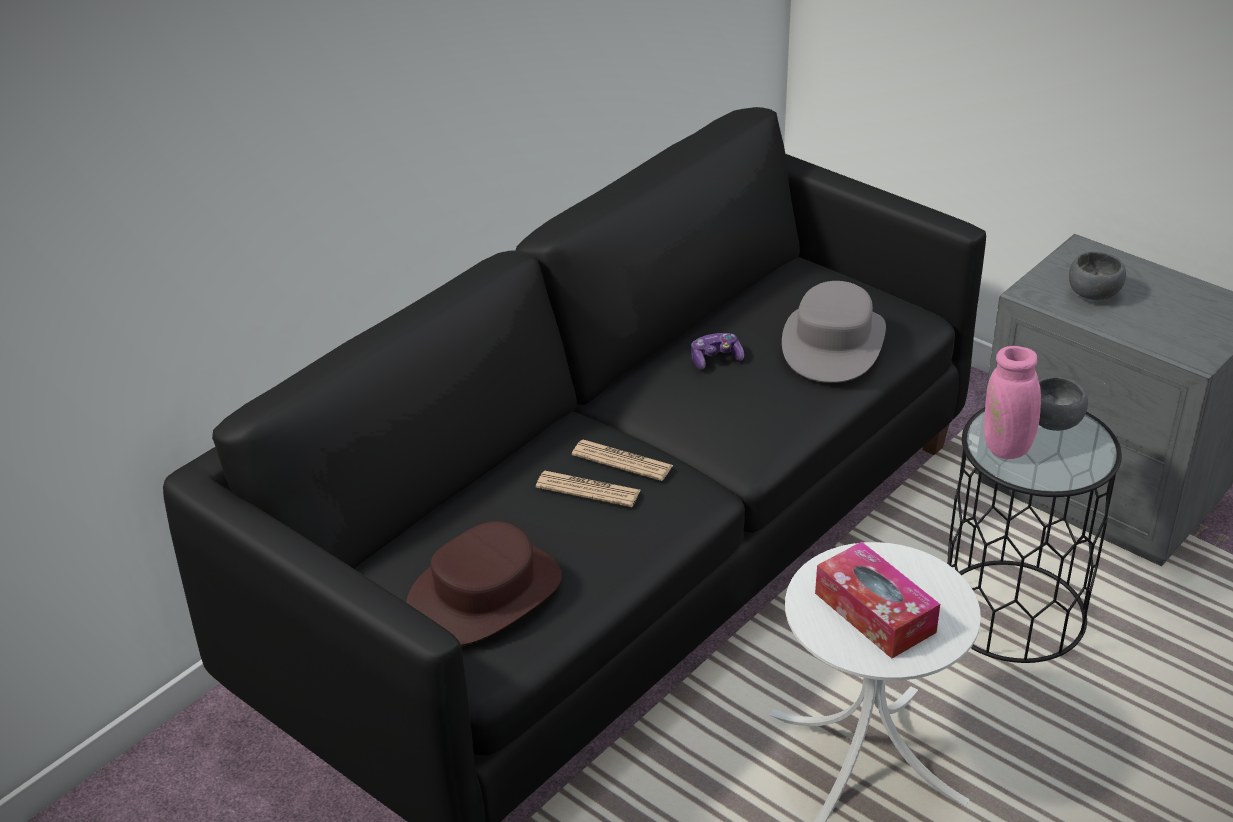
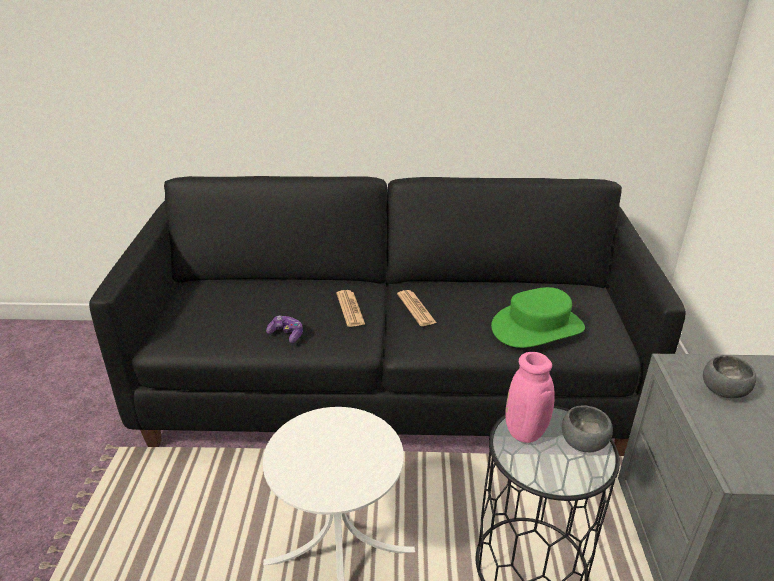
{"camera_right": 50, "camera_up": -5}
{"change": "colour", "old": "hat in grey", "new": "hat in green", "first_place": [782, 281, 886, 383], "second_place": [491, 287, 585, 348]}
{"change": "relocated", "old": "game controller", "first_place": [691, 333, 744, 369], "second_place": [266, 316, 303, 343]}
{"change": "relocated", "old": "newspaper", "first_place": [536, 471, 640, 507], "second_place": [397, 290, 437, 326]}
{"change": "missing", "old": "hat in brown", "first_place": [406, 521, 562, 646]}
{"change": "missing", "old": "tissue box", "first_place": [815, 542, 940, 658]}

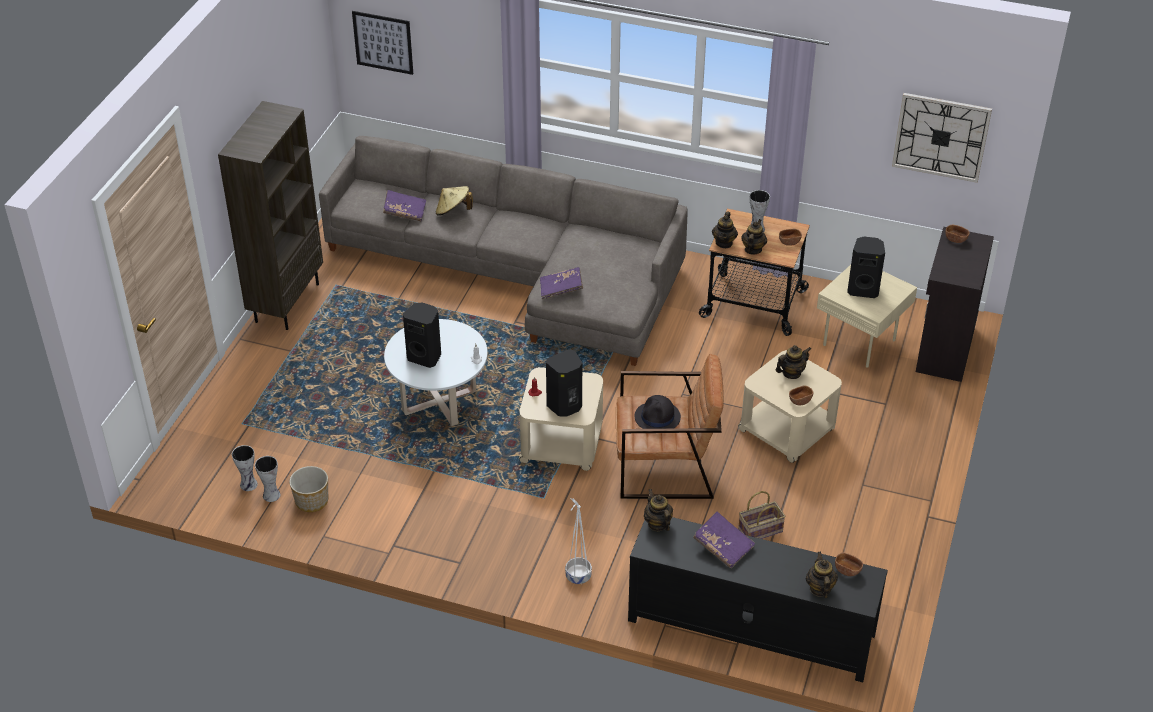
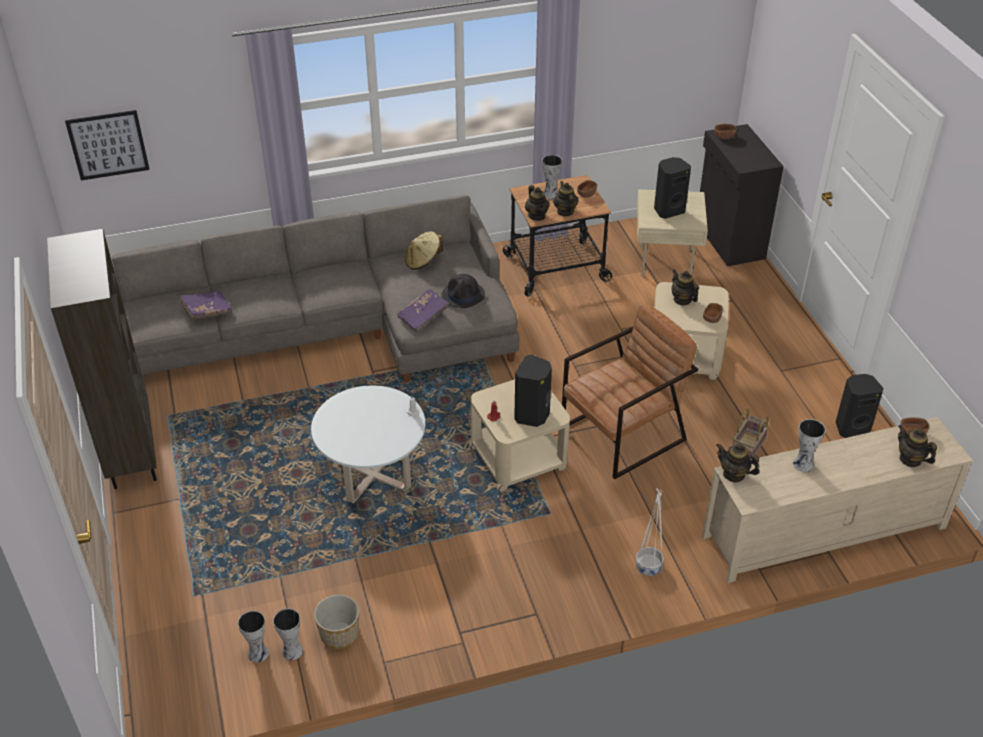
{"camera_right": -35, "camera_up": 0}
{"change": "missing", "old": "wall clock", "first_place": [892, 93, 992, 183]}
{"change": "relocated", "old": "hat in beige", "first_place": [436, 186, 473, 216], "second_place": [405, 231, 443, 270]}
{"change": "relocated", "old": "speaker in black", "first_place": [403, 303, 441, 368], "second_place": [836, 374, 884, 438]}
{"change": "spun", "old": "teapot", "first_place": [776, 345, 811, 379], "second_place": [672, 269, 699, 305], "degrees": -60}
{"change": "relocated", "old": "hat in black", "first_place": [635, 395, 681, 429], "second_place": [442, 274, 485, 308]}
{"change": "exchanged", "old": "book in purple", "new": "vase", "first_place": [693, 512, 755, 568], "second_place": [793, 419, 826, 472]}
{"change": "colour", "old": "tv stand in black", "new": "tv stand in beige", "first_place": [628, 517, 888, 682], "second_place": [702, 417, 973, 583]}

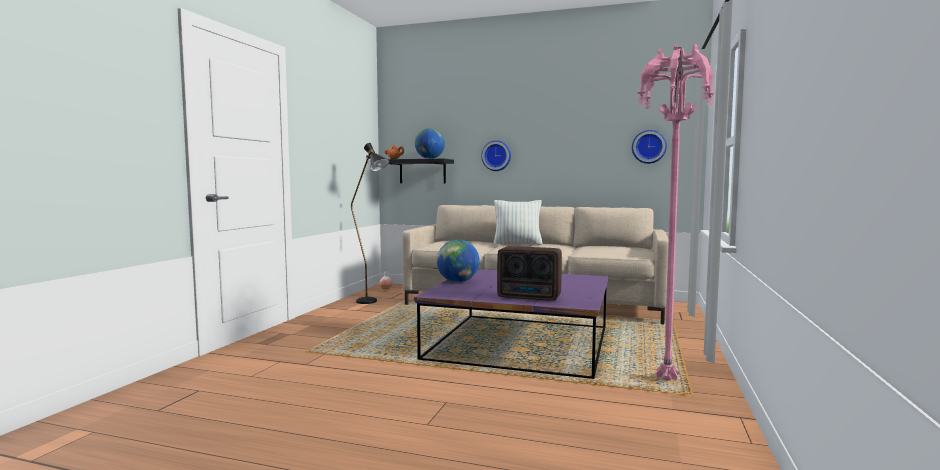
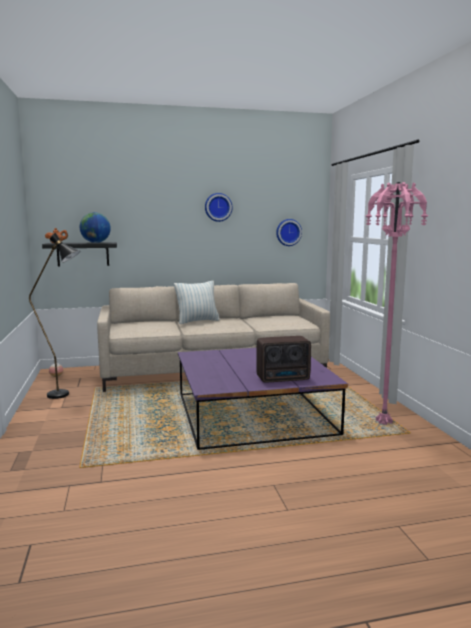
{"camera_right": -30, "camera_up": 5}
{"change": "relocated", "old": "wall clock", "first_place": [481, 140, 511, 171], "second_place": [205, 193, 233, 222]}
{"change": "missing", "old": "globe", "first_place": [437, 240, 479, 283]}

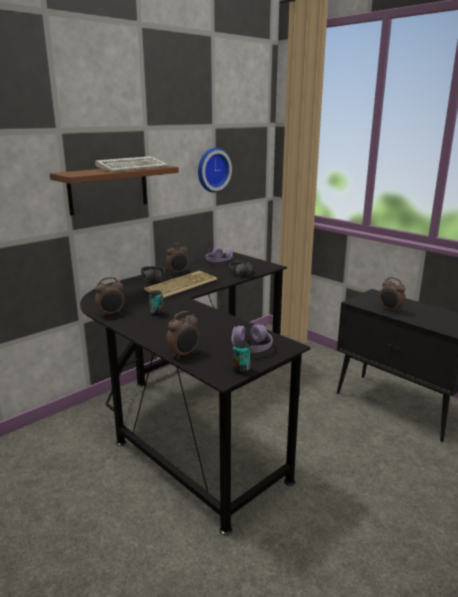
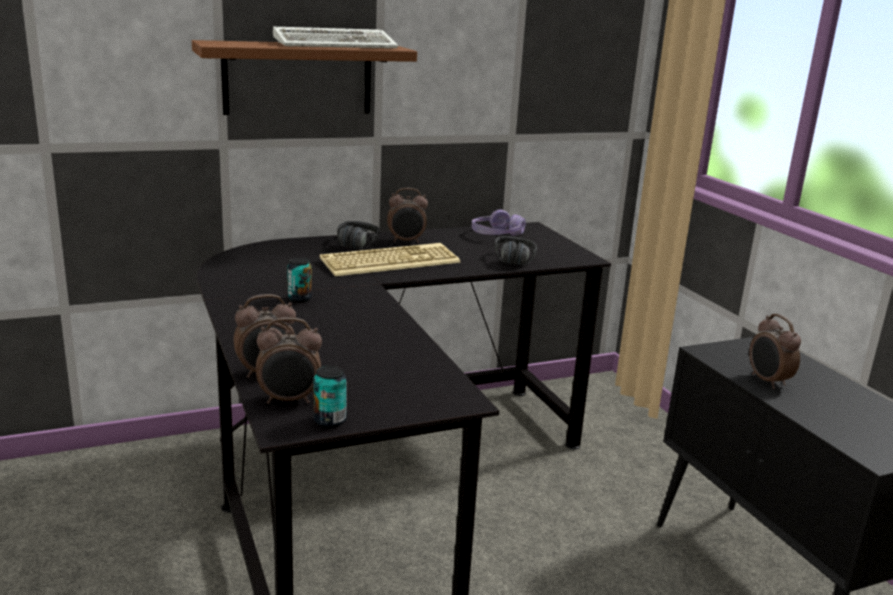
{"camera_right": 20, "camera_up": 0}
{"change": "missing", "old": "wall clock", "first_place": [198, 148, 232, 193]}
{"change": "relocated", "old": "alarm clock", "first_place": [95, 277, 124, 317], "second_place": [256, 317, 322, 404]}
{"change": "missing", "old": "headphones in purple", "first_place": [231, 324, 273, 353]}

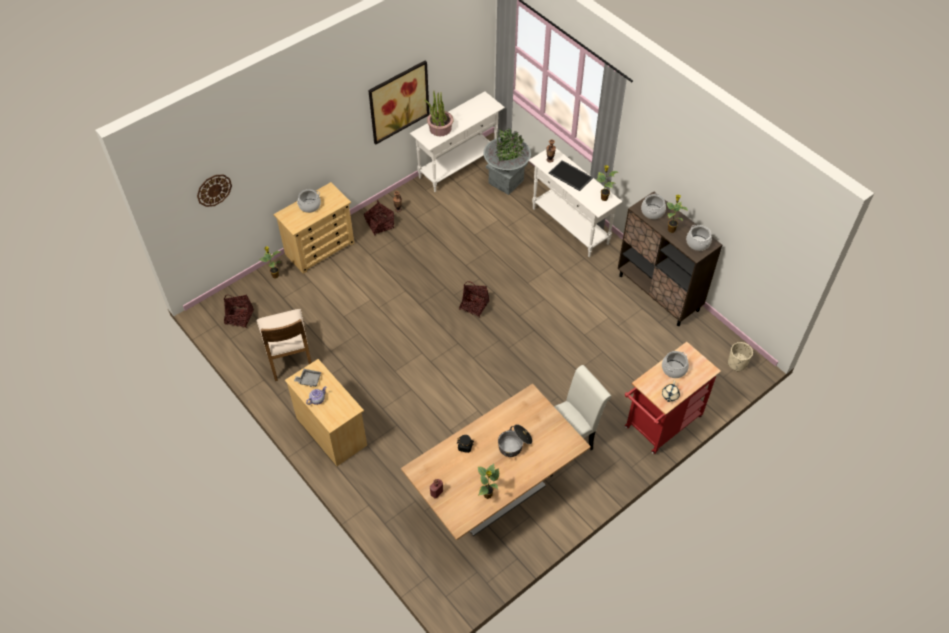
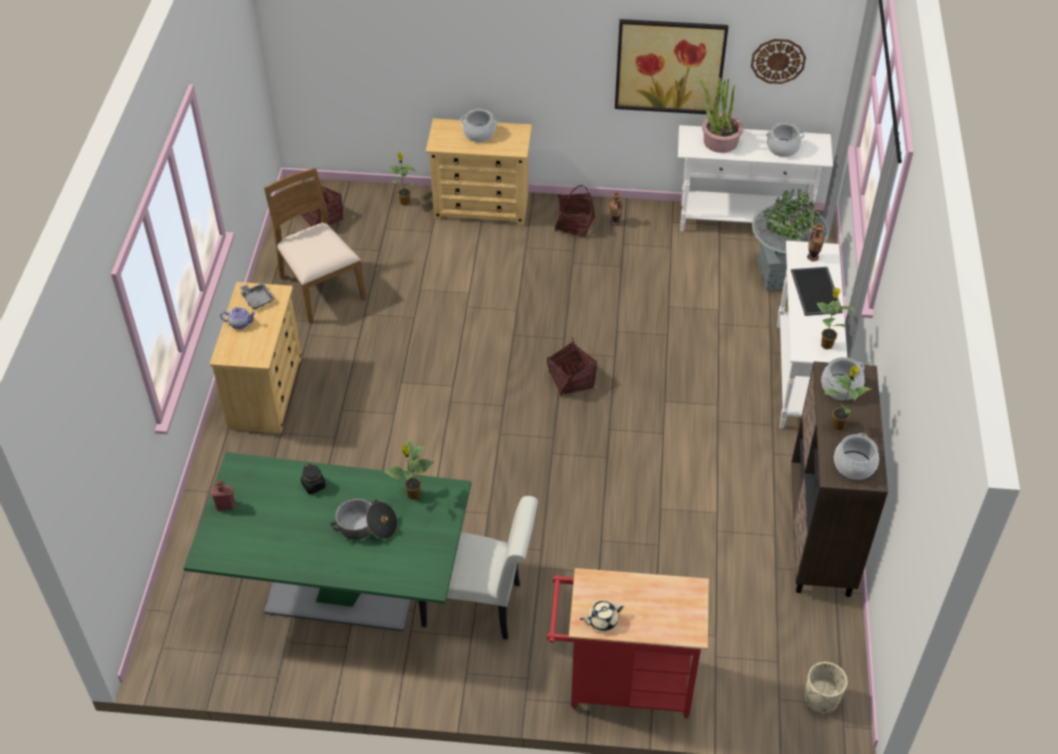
{"camera_right": 45, "camera_up": -5}
{"change": "relocated", "old": "wall clock", "first_place": [197, 174, 232, 207], "second_place": [751, 39, 806, 84]}
{"change": "spun", "old": "chair in brown", "first_place": [256, 309, 312, 381], "second_place": [264, 168, 366, 324], "degrees": 120}
{"change": "relocated", "old": "cooking pot", "first_place": [662, 351, 689, 378], "second_place": [766, 123, 804, 157]}
{"change": "colour", "old": "dining table in brown", "new": "dining table in green", "first_place": [401, 384, 591, 541], "second_place": [183, 452, 471, 632]}
{"change": "relocated", "old": "potted plant", "first_place": [478, 464, 499, 499], "second_place": [384, 439, 434, 500]}

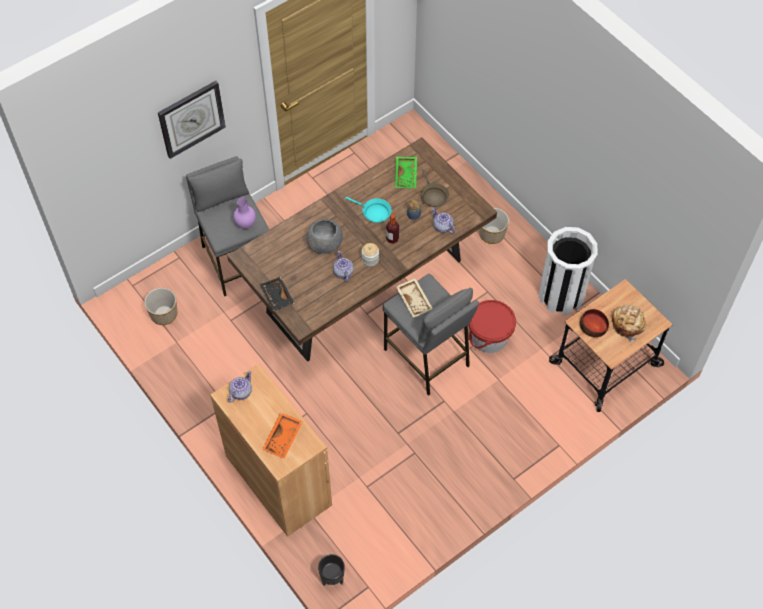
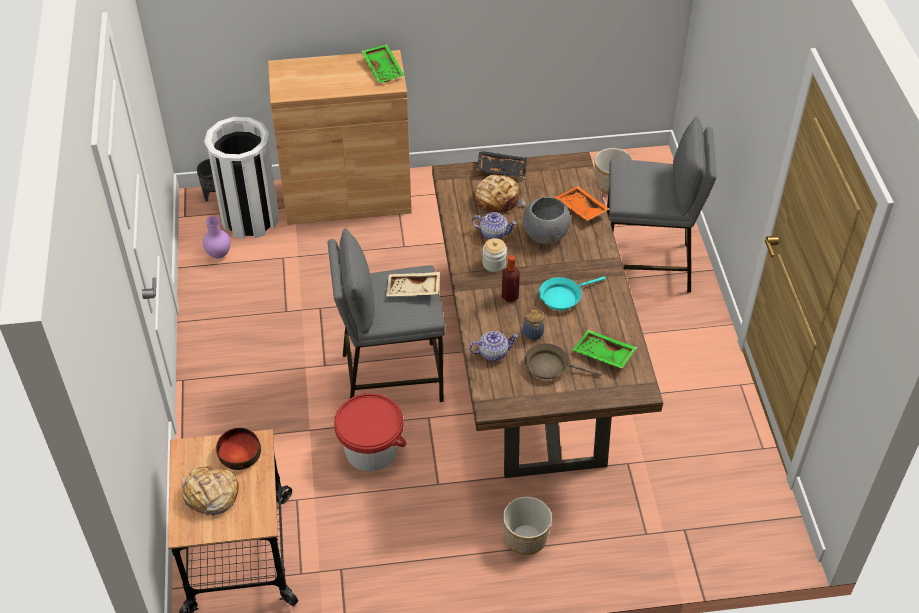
{"camera_right": 120, "camera_up": -10}
{"change": "missing", "old": "wall clock", "first_place": [158, 81, 226, 159]}
{"change": "relocated", "old": "vase in purple", "first_place": [233, 198, 256, 229], "second_place": [203, 216, 231, 259]}
{"change": "relocated", "old": "trash can in white", "first_place": [539, 227, 598, 315], "second_place": [204, 117, 279, 239]}
{"change": "exchanged", "old": "teapot", "new": "tray in green", "first_place": [228, 371, 252, 403], "second_place": [361, 44, 404, 83]}
{"change": "relocated", "old": "tray in orange", "first_place": [262, 413, 303, 459], "second_place": [556, 186, 609, 221]}
{"change": "appeared", "new": "bread", "second_place": [475, 175, 526, 213]}

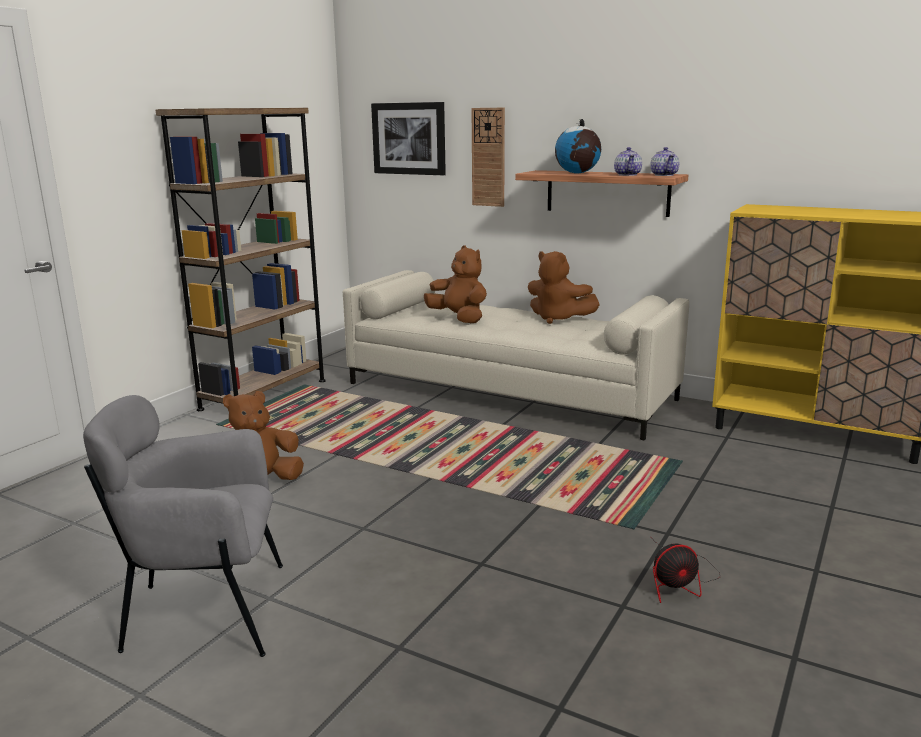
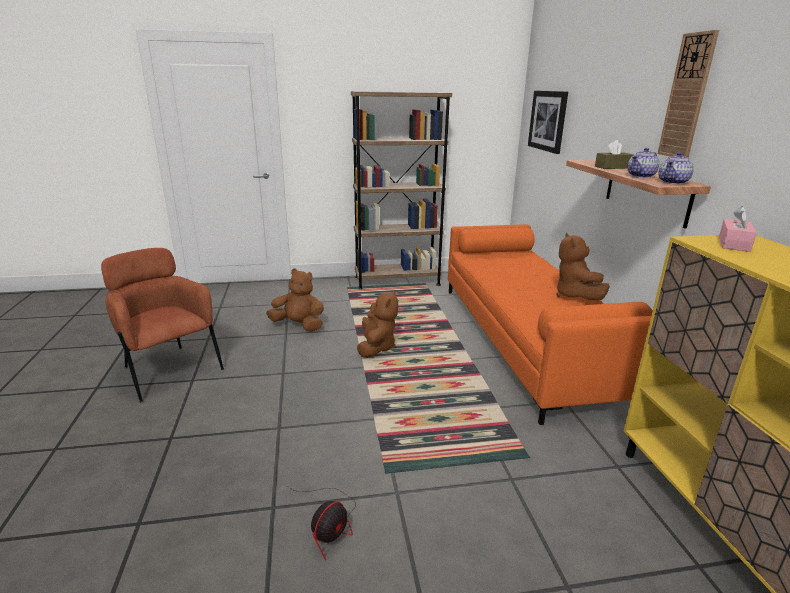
{"camera_right": 50, "camera_up": 5}
{"change": "relocated", "old": "wall clock", "first_place": [471, 108, 505, 207], "second_place": [657, 30, 719, 158]}
{"change": "exchanged", "old": "globe", "new": "tissue box in brown", "first_place": [555, 119, 601, 173], "second_place": [595, 140, 634, 169]}
{"change": "relocated", "old": "plush toy in brown", "first_place": [424, 245, 487, 323], "second_place": [357, 290, 398, 358]}
{"change": "colour", "old": "sofa in beige", "new": "sofa in orange", "first_place": [343, 270, 689, 441], "second_place": [448, 224, 653, 425]}
{"change": "colour", "old": "armchair in grey", "new": "armchair in brown", "first_place": [83, 395, 283, 657], "second_place": [101, 248, 224, 403]}
{"change": "spun", "old": "fan", "first_place": [651, 537, 720, 603], "second_place": [289, 487, 356, 560], "degrees": -90}
{"change": "appeared", "new": "tissue box in pink", "second_place": [719, 206, 757, 252]}

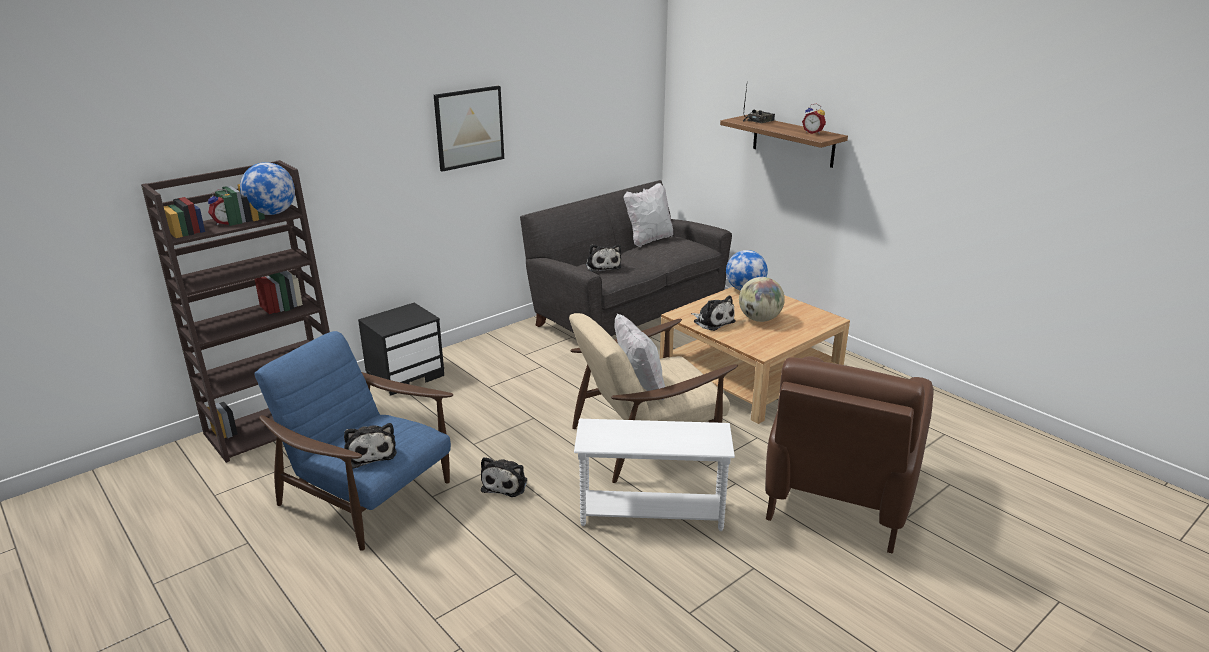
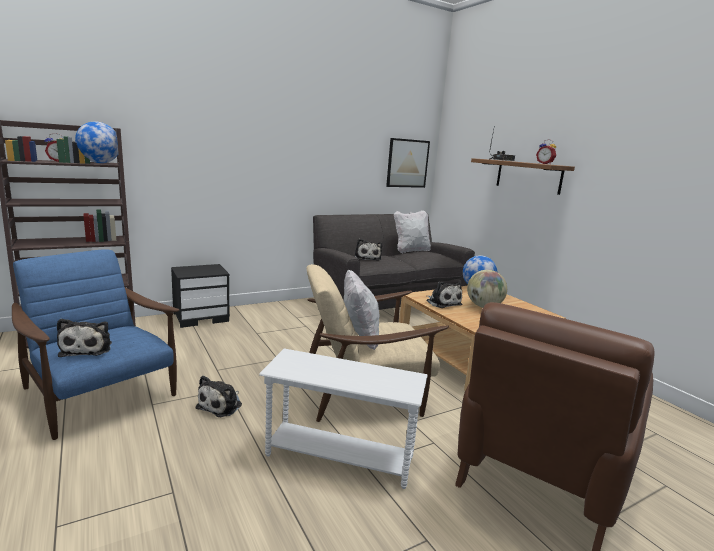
{"camera_right": 10, "camera_up": -10}
{"change": "relocated", "old": "picture", "first_place": [434, 86, 504, 172], "second_place": [386, 138, 430, 188]}

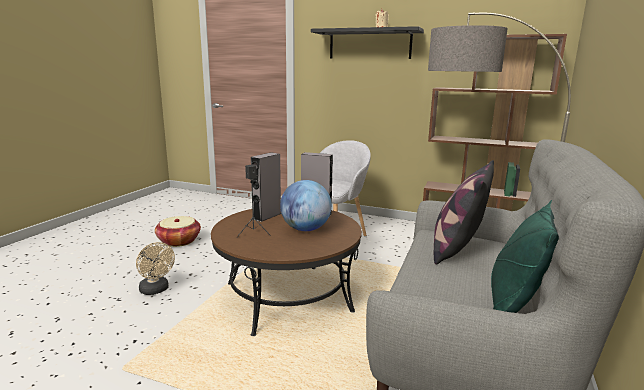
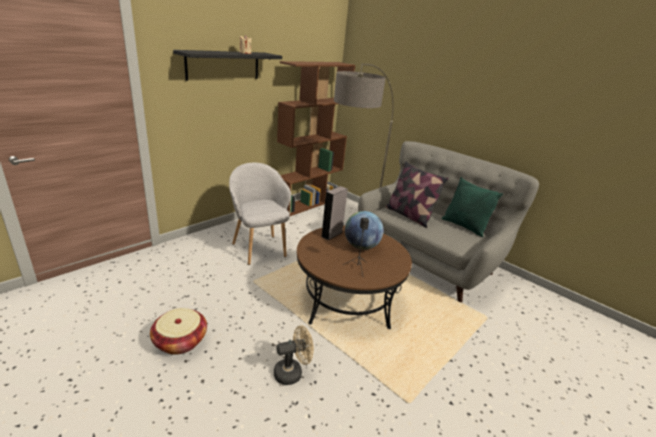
{"camera_right": -70, "camera_up": 10}
{"change": "missing", "old": "speaker in grey", "first_place": [251, 152, 281, 222]}

